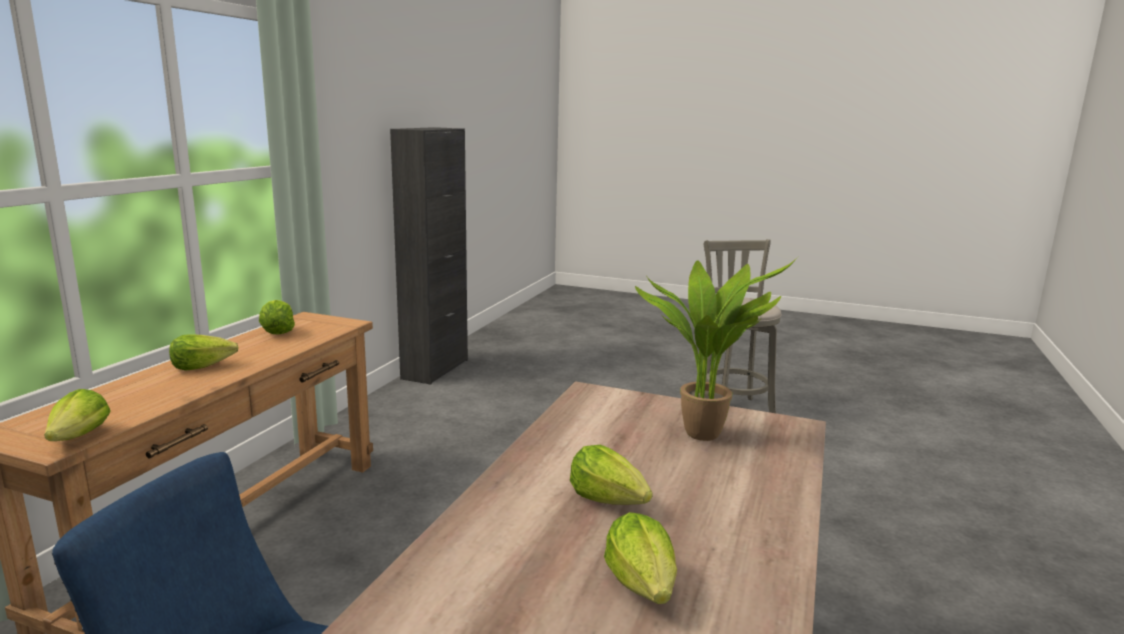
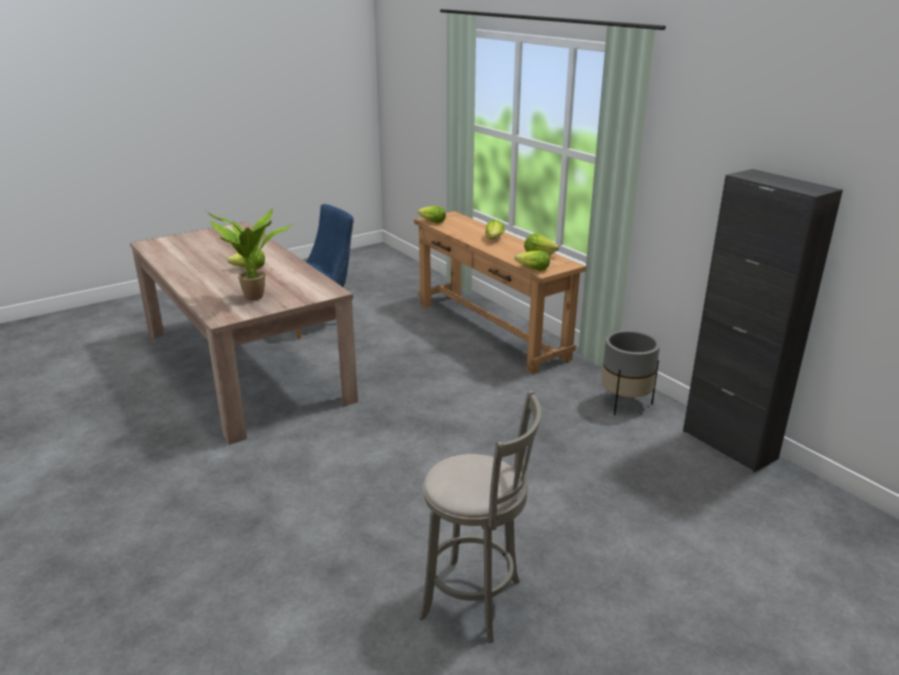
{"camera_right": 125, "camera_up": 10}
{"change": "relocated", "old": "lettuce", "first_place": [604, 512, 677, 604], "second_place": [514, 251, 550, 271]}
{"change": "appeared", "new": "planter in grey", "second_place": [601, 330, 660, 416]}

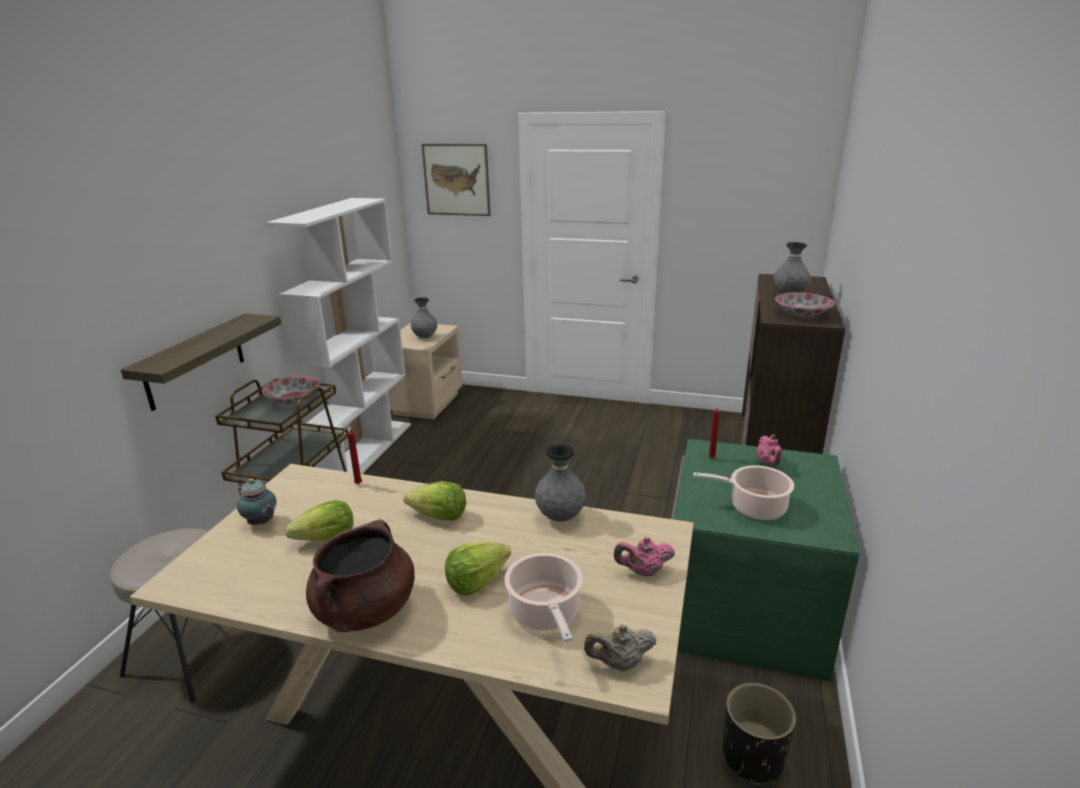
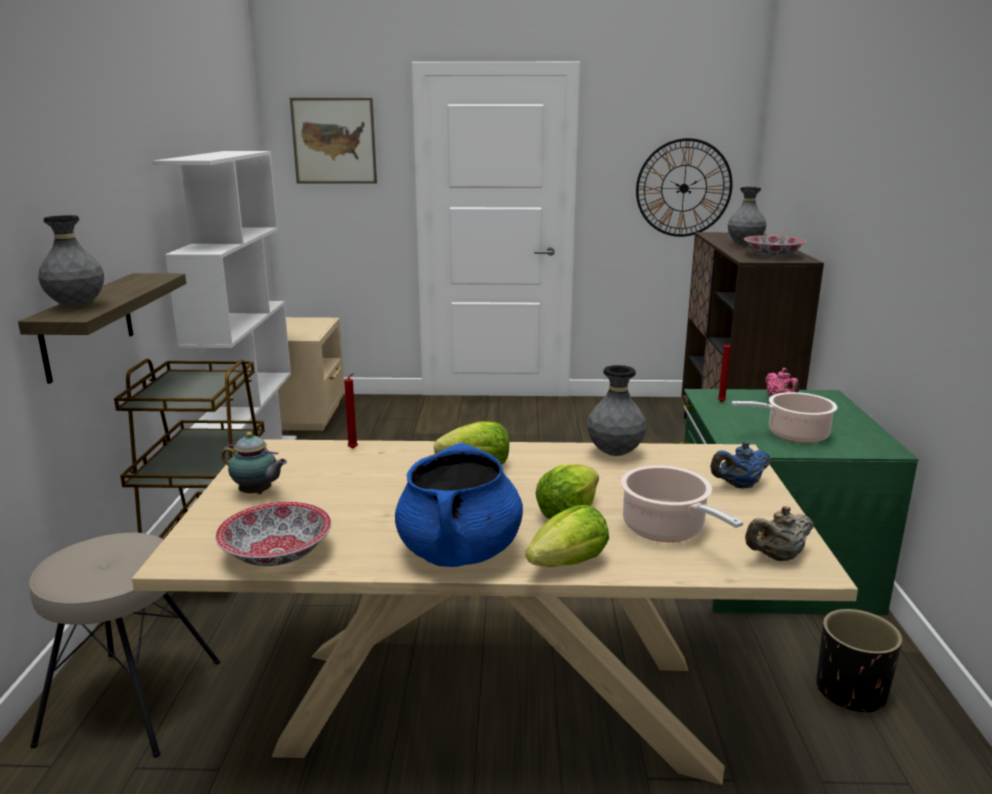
{"camera_right": -15, "camera_up": -5}
{"change": "relocated", "old": "vase in grey", "first_place": [411, 297, 437, 338], "second_place": [38, 215, 104, 307]}
{"change": "relocated", "old": "bowl", "first_place": [262, 376, 319, 404], "second_place": [215, 502, 332, 566]}
{"change": "relocated", "old": "lettuce", "first_place": [285, 500, 353, 541], "second_place": [526, 505, 609, 567]}
{"change": "colour", "old": "cooking pot in brown", "new": "cooking pot in blue", "first_place": [306, 519, 415, 632], "second_place": [395, 443, 523, 567]}
{"change": "colour", "old": "teapot in pink", "new": "teapot in blue", "first_place": [614, 537, 675, 577], "second_place": [710, 442, 771, 489]}
{"change": "appeared", "new": "wall clock", "second_place": [636, 138, 733, 237]}

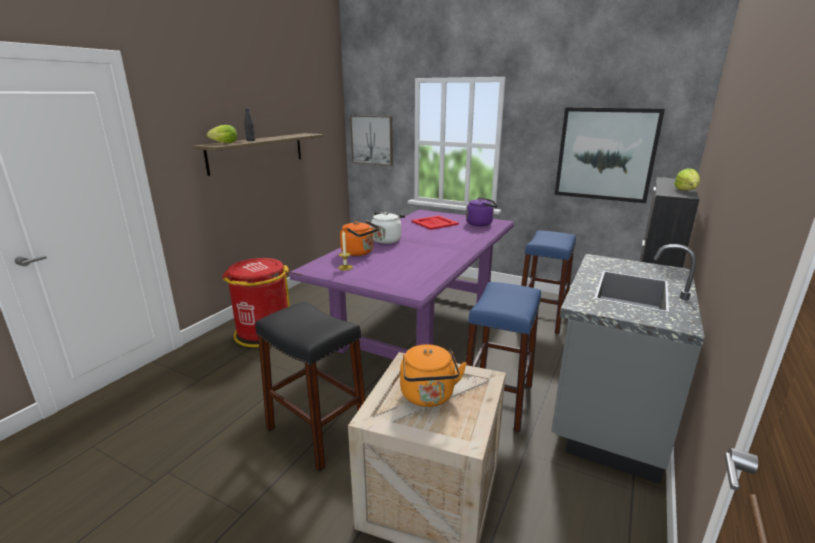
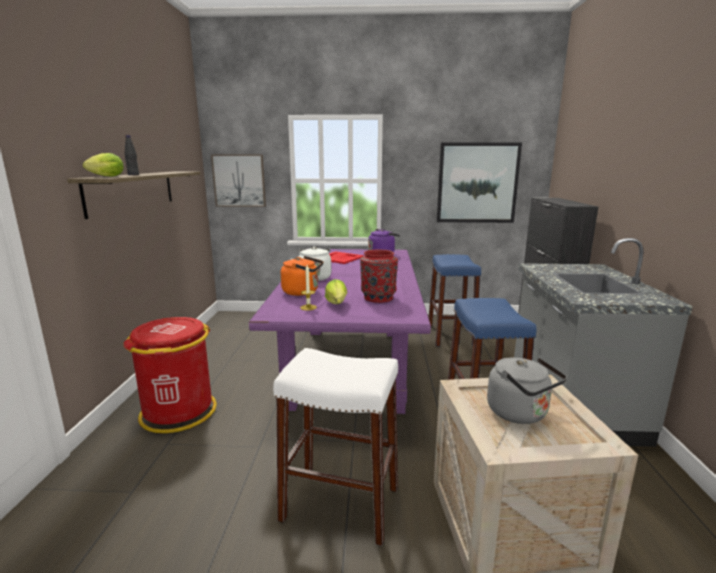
{"camera_right": -25, "camera_up": -5}
{"change": "relocated", "old": "lettuce", "first_place": [674, 168, 700, 191], "second_place": [325, 279, 347, 304]}
{"change": "colour", "old": "stool in black", "new": "stool in white", "first_place": [255, 301, 365, 471], "second_place": [273, 348, 398, 546]}
{"change": "colour", "old": "kettle in orange", "new": "kettle in grey", "first_place": [400, 344, 467, 407], "second_place": [487, 357, 567, 424]}
{"change": "appeared", "new": "vase in red", "second_place": [360, 250, 398, 303]}

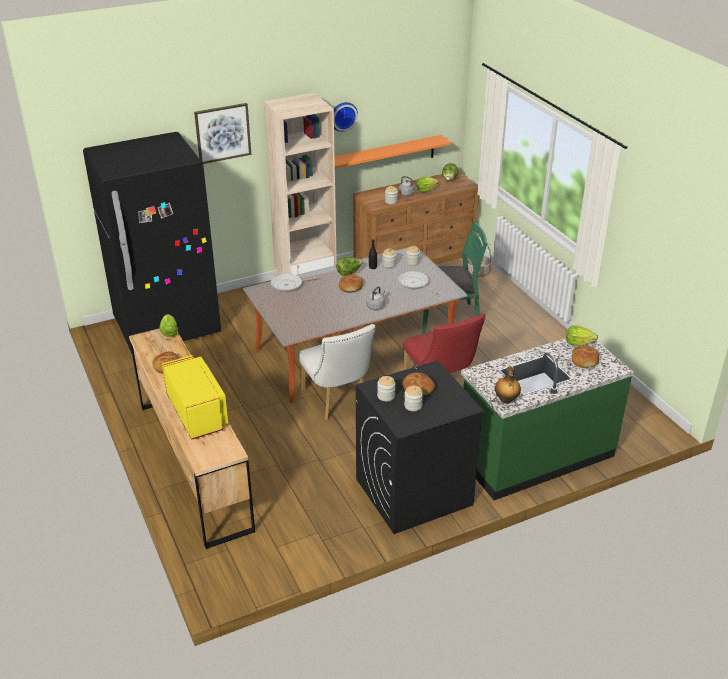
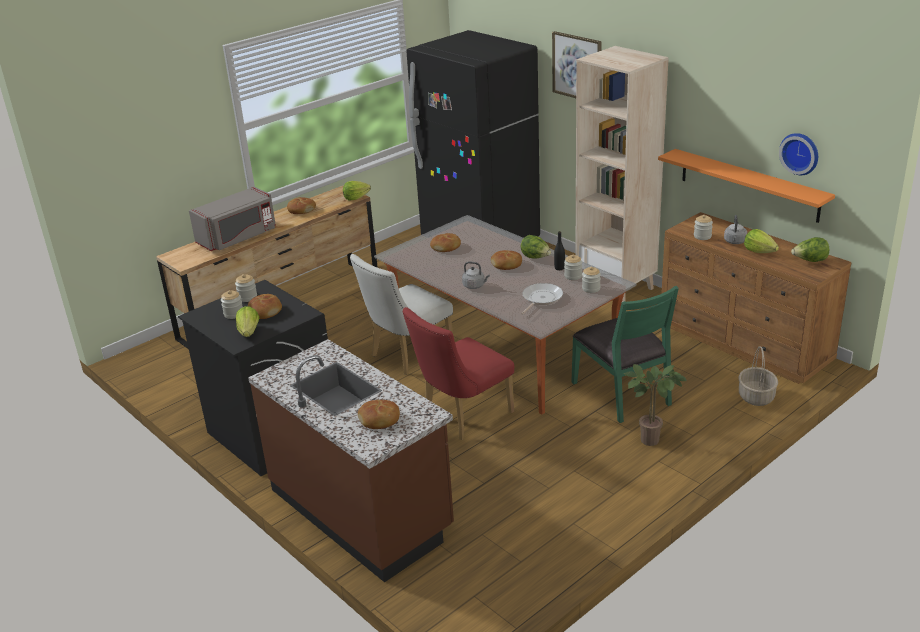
{"camera_right": 75, "camera_up": -5}
{"change": "relocated", "old": "wall clock", "first_place": [334, 102, 358, 132], "second_place": [779, 133, 818, 175]}
{"change": "missing", "old": "frying pan", "first_place": [271, 274, 319, 292]}
{"change": "relocated", "old": "lettuce", "first_place": [566, 325, 598, 346], "second_place": [236, 306, 259, 337]}
{"change": "colour", "old": "counter in green", "new": "counter in brown", "first_place": [461, 338, 634, 500], "second_place": [248, 339, 454, 582]}
{"change": "colour", "old": "microwave in yellow", "new": "microwave in grey", "first_place": [162, 355, 228, 440], "second_place": [189, 187, 276, 251]}
{"change": "missing", "old": "bottle", "first_place": [495, 366, 521, 404]}
{"change": "appeared", "new": "bread", "second_place": [430, 233, 461, 252]}
{"change": "appeared", "new": "potted plant", "second_place": [624, 364, 687, 446]}

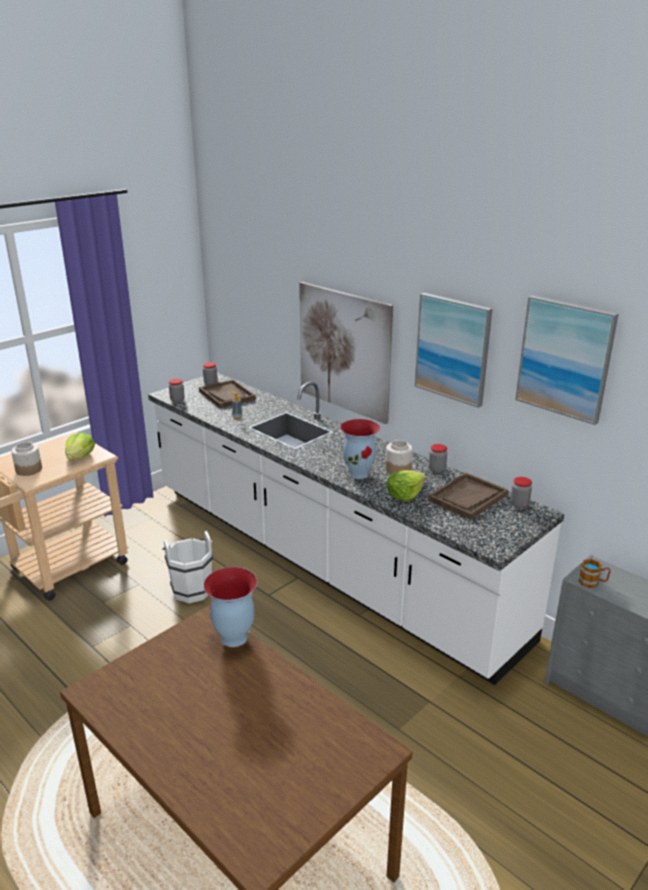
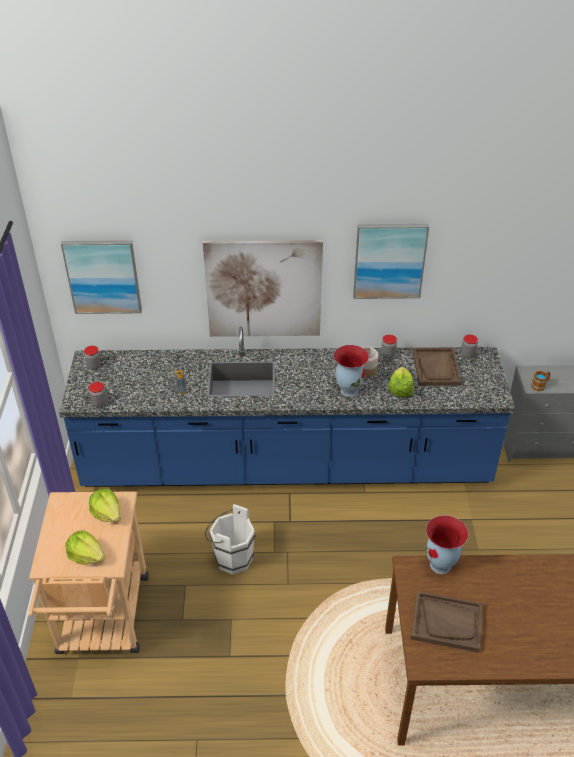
{"camera_right": -45, "camera_up": 15}
{"change": "relocated", "old": "picture", "first_place": [515, 295, 619, 425], "second_place": [61, 240, 142, 314]}
{"change": "colour", "old": "counter in white", "new": "counter in blue", "first_place": [148, 373, 564, 685], "second_place": [59, 327, 515, 487]}
{"change": "relocated", "old": "tray in brown", "first_place": [199, 380, 256, 408], "second_place": [411, 591, 483, 653]}
{"change": "exchanged", "old": "jar", "new": "lettuce", "first_place": [11, 442, 42, 476], "second_place": [66, 530, 105, 565]}

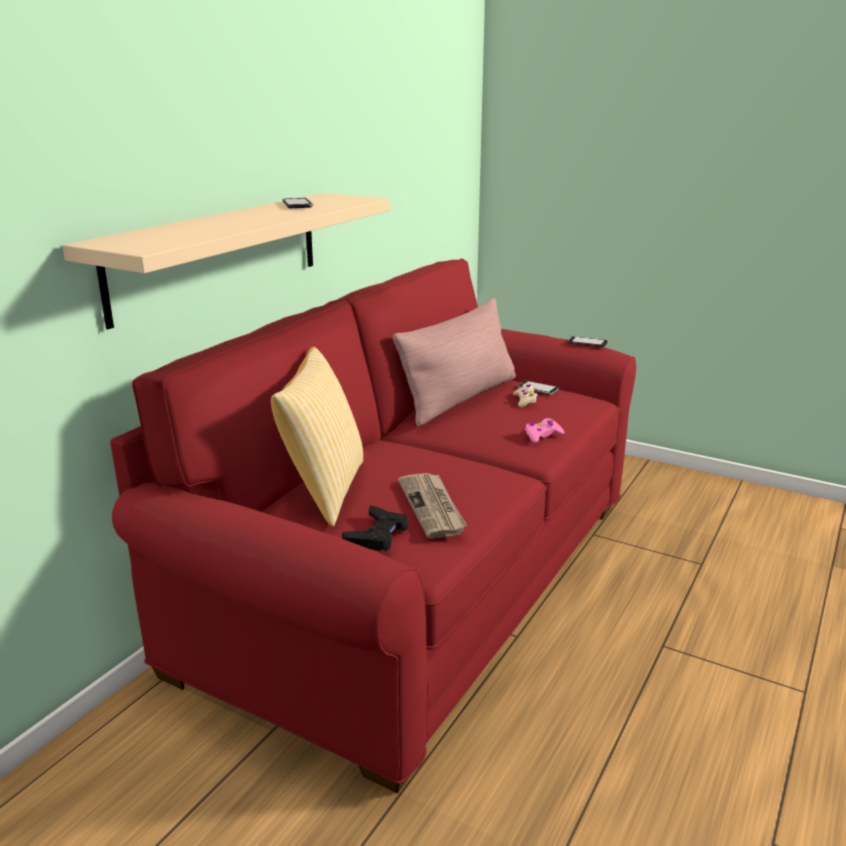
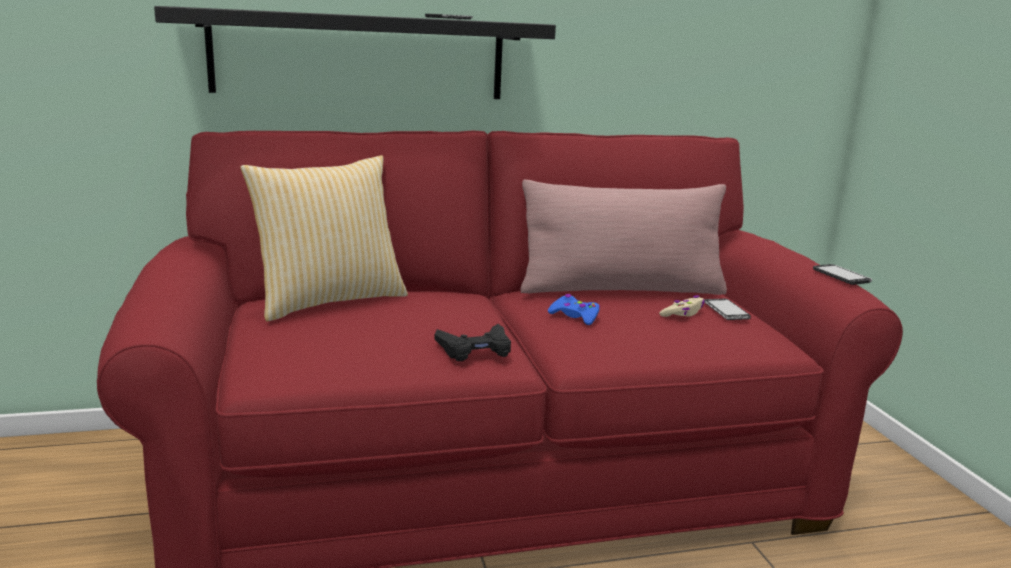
{"camera_right": 45, "camera_up": -5}
{"change": "colour", "old": "shelf in beige", "new": "shelf in black", "first_place": [62, 193, 391, 329], "second_place": [154, 6, 556, 99]}
{"change": "missing", "old": "game controller in pink", "first_place": [525, 418, 564, 443]}
{"change": "missing", "old": "newspaper", "first_place": [398, 473, 467, 539]}
{"change": "relocated", "old": "game controller in black", "first_place": [342, 505, 408, 551], "second_place": [435, 324, 511, 361]}
{"change": "appeared", "new": "game controller in blue", "second_place": [548, 294, 600, 325]}

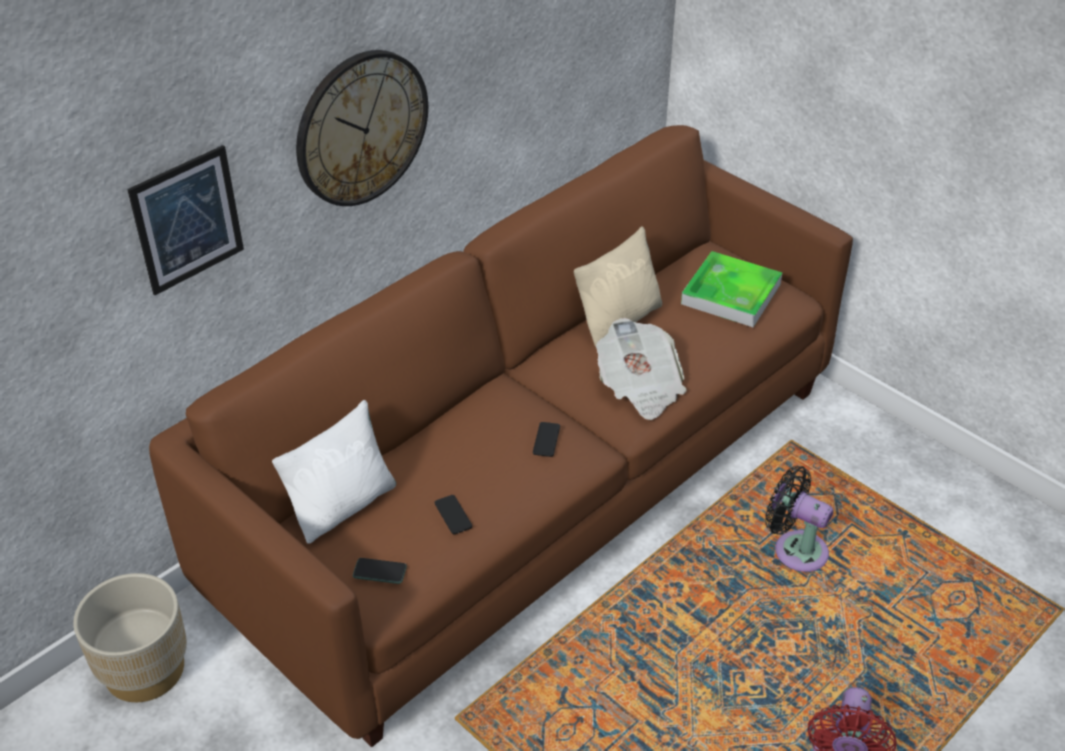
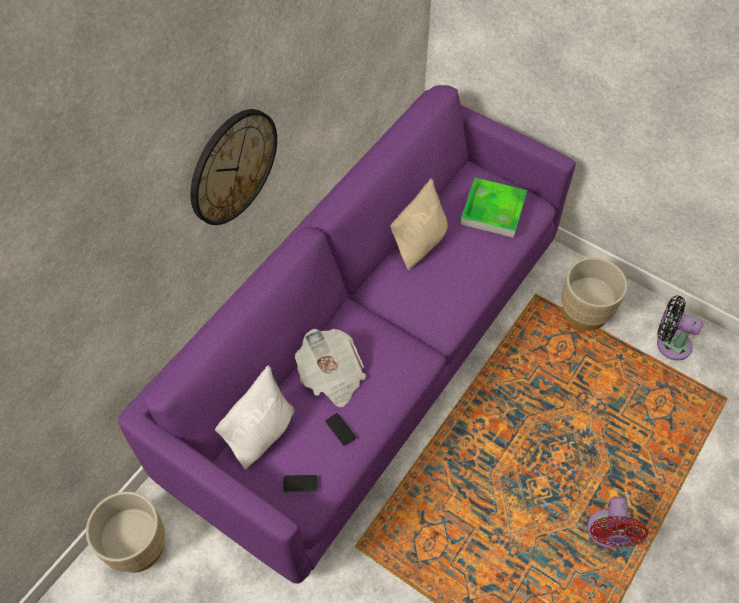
{"camera_right": -10, "camera_up": 15}
{"change": "colour", "old": "sofa in brown", "new": "sofa in purple", "first_place": [149, 125, 853, 747], "second_place": [118, 85, 576, 584]}
{"change": "missing", "old": "picture", "first_place": [127, 145, 244, 295]}
{"change": "relocated", "old": "newspaper", "first_place": [596, 318, 687, 420], "second_place": [295, 329, 366, 407]}
{"change": "missing", "old": "phone", "first_place": [533, 422, 560, 457]}
{"change": "relocated", "old": "fan in black", "first_place": [765, 466, 834, 572], "second_place": [657, 295, 703, 360]}
{"change": "appeared", "new": "planter in beige", "second_place": [561, 257, 627, 331]}

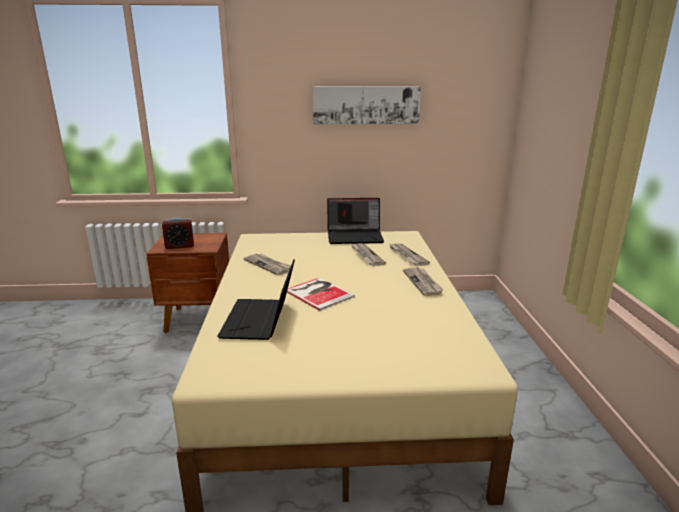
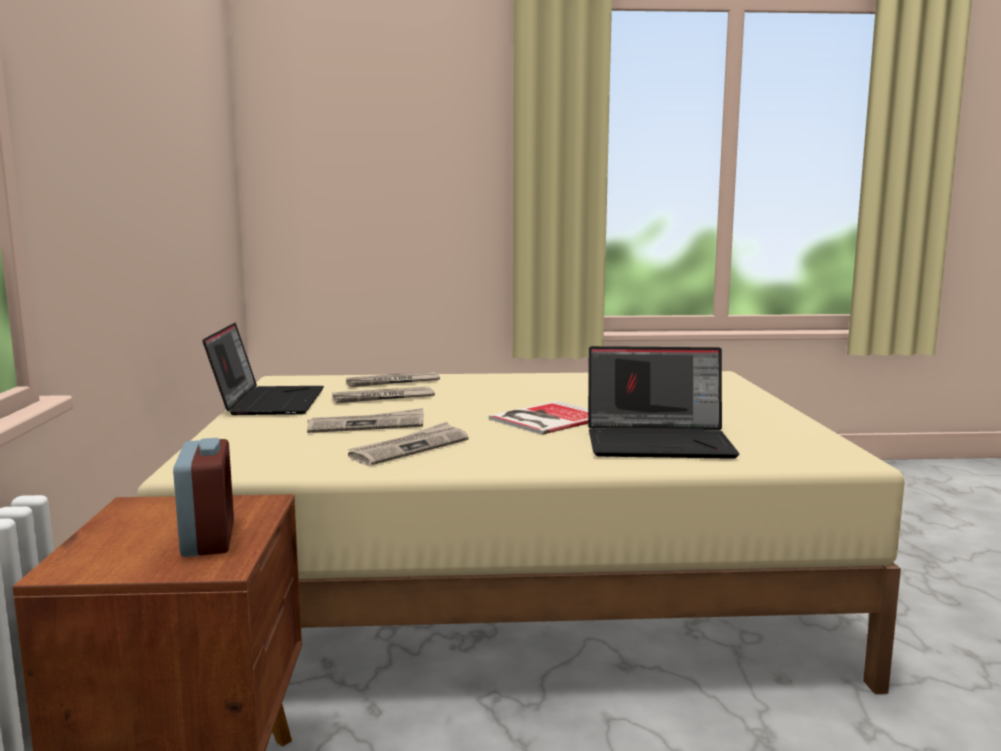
{"camera_right": -90, "camera_up": -10}
{"change": "missing", "old": "picture", "first_place": [313, 86, 421, 124]}
{"change": "relocated", "old": "newspaper", "first_place": [403, 267, 444, 296], "second_place": [307, 408, 424, 433]}

